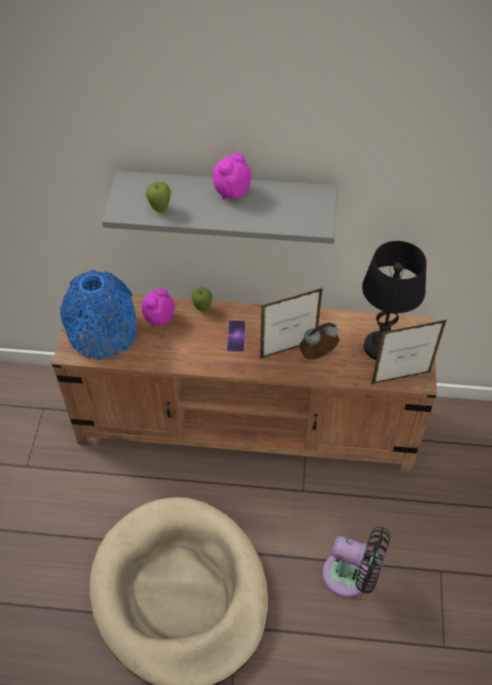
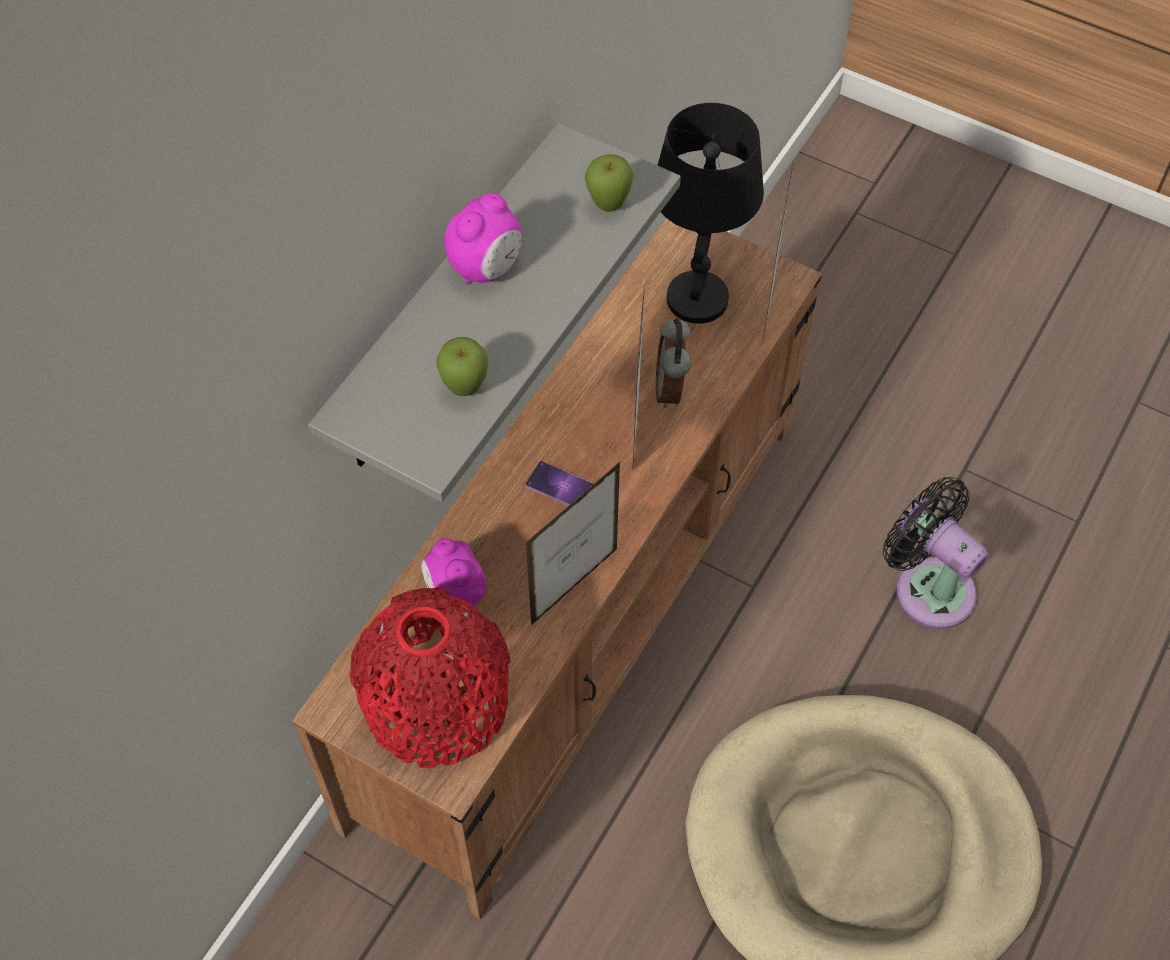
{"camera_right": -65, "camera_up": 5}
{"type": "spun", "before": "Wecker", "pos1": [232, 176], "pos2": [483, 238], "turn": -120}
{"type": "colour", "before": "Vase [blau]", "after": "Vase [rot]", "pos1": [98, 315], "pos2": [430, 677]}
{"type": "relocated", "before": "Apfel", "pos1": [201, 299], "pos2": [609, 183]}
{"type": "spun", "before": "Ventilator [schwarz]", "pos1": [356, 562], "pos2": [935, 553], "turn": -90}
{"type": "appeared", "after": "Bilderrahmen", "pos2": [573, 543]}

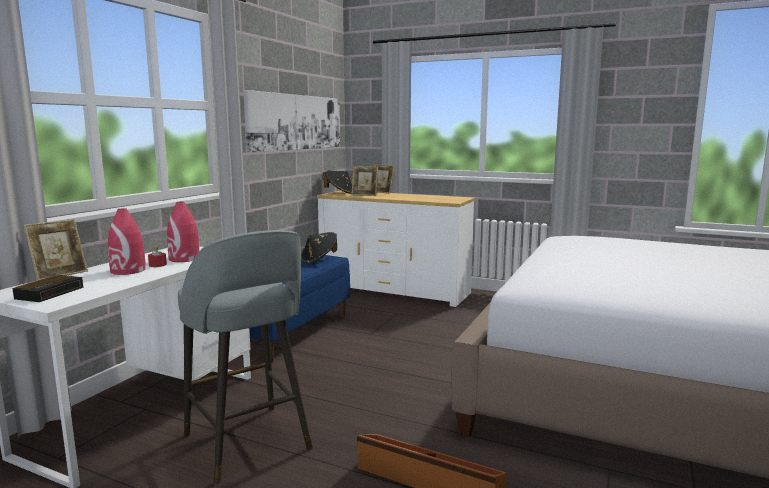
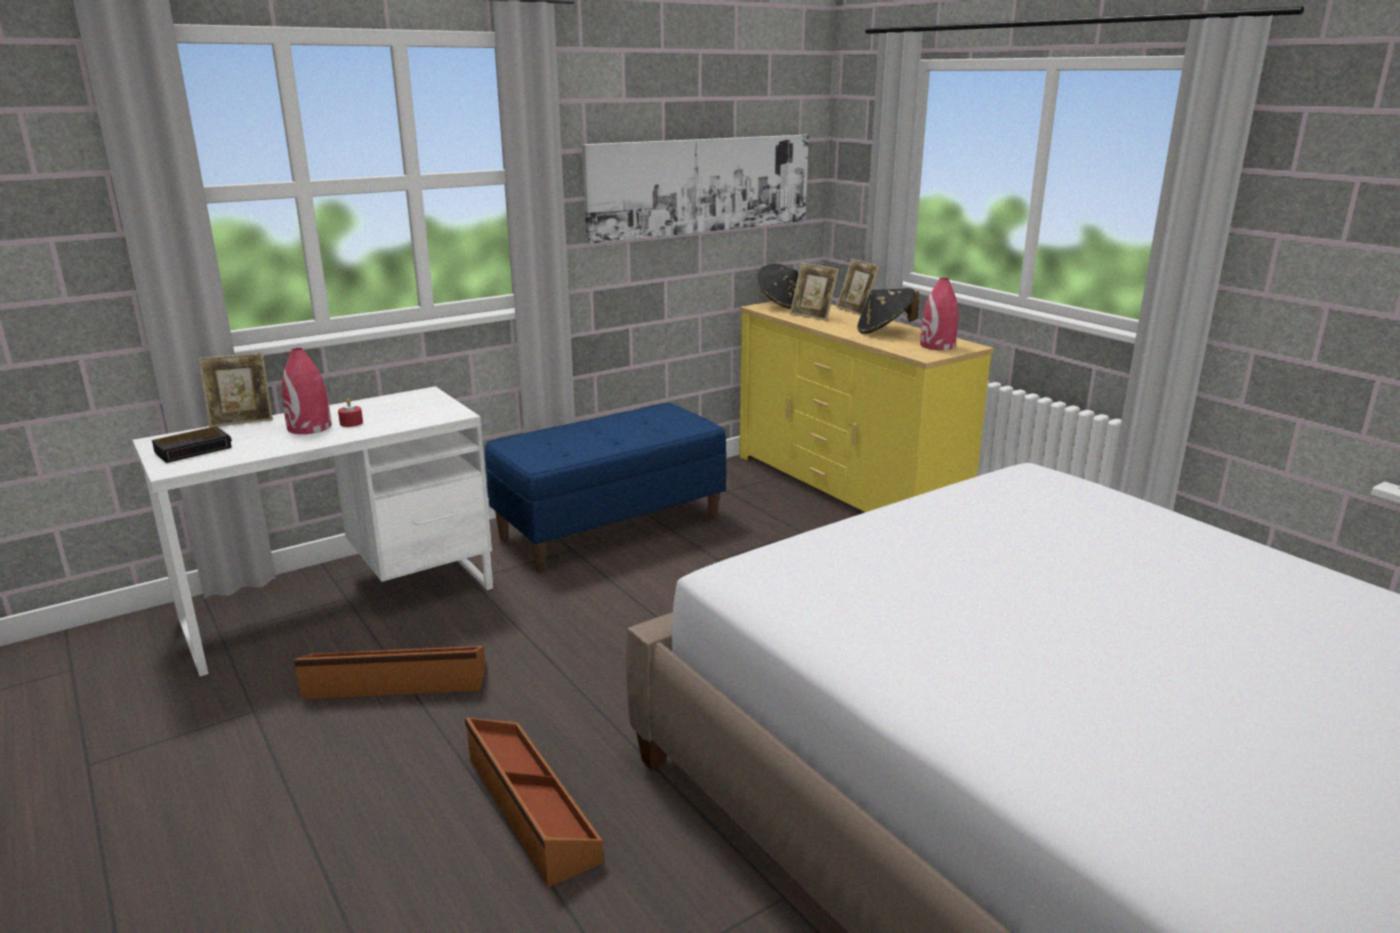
{"camera_right": 30, "camera_up": 10}
{"type": "colour", "before": "Kommode [weiß]", "after": "Kommode [gelb]", "pos1": [396, 248], "pos2": [866, 407]}
{"type": "relocated", "before": "Vase [rot]", "pos1": [183, 232], "pos2": [939, 314]}
{"type": "exchanged", "before": "Hocker [grau]", "after": "Aufbewahrungsbox [braun]", "pos1": [245, 357], "pos2": [390, 672]}
{"type": "relocated", "before": "Hut [schwarz]", "pos1": [319, 248], "pos2": [888, 311]}

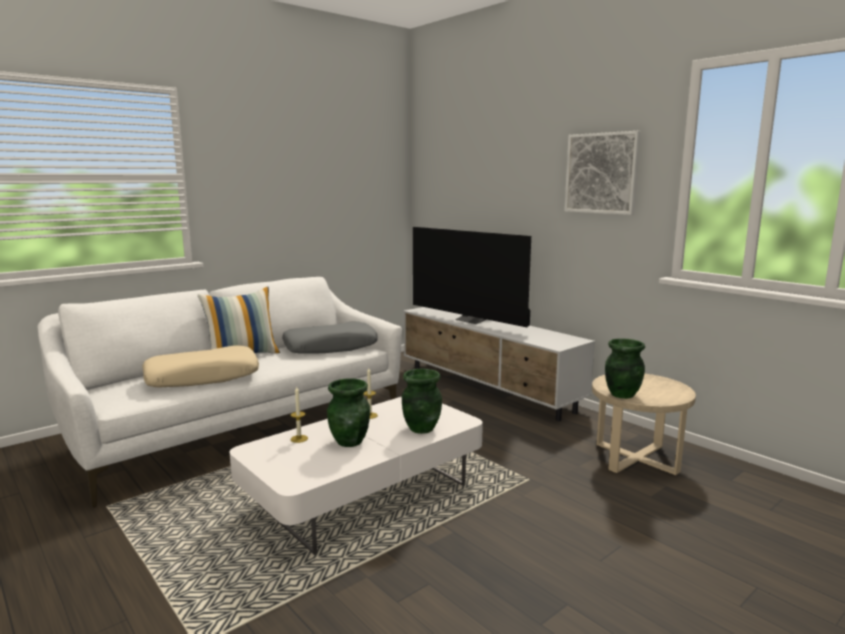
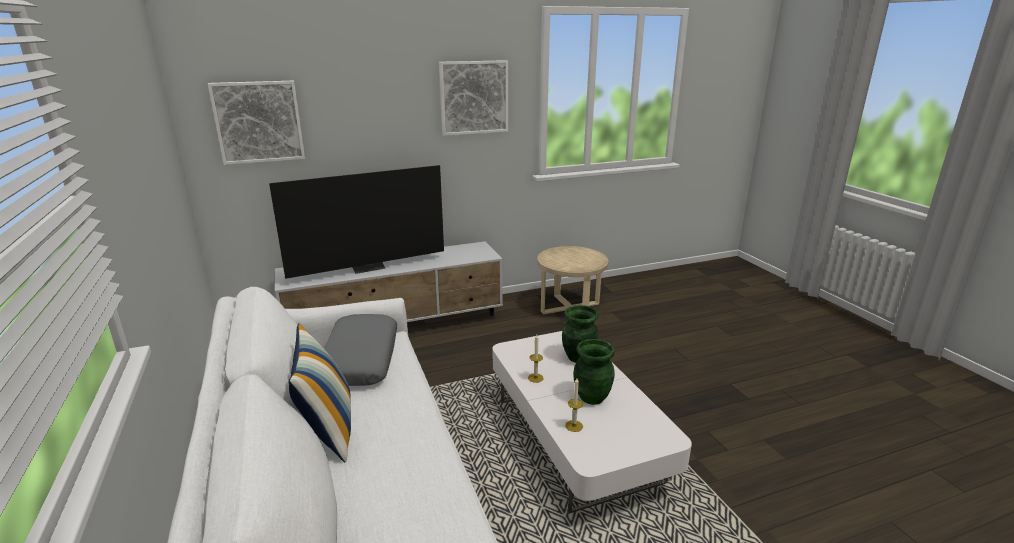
{"camera_right": -70, "camera_up": 10}
{"type": "missing", "before": "Vase [grün]", "pos1": [625, 368]}
{"type": "missing", "before": "Kissen [beige]", "pos1": [200, 366]}
{"type": "appeared", "after": "Bild", "pos2": [256, 123]}

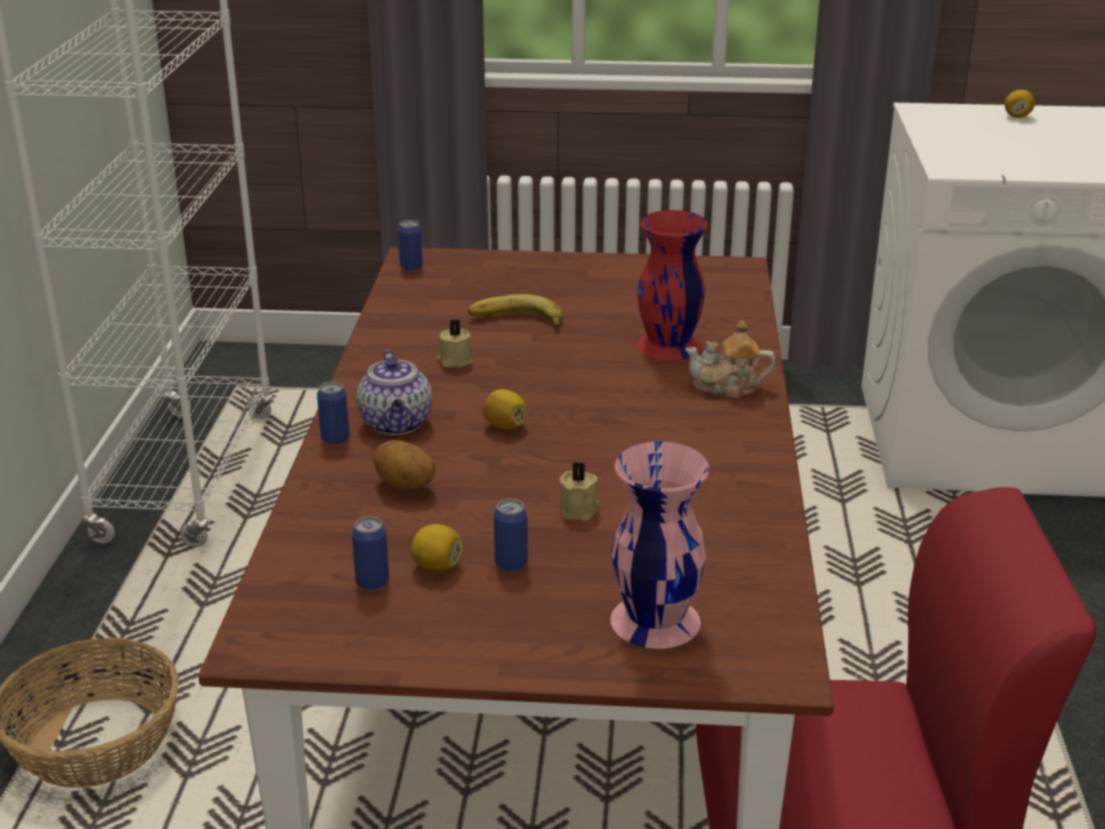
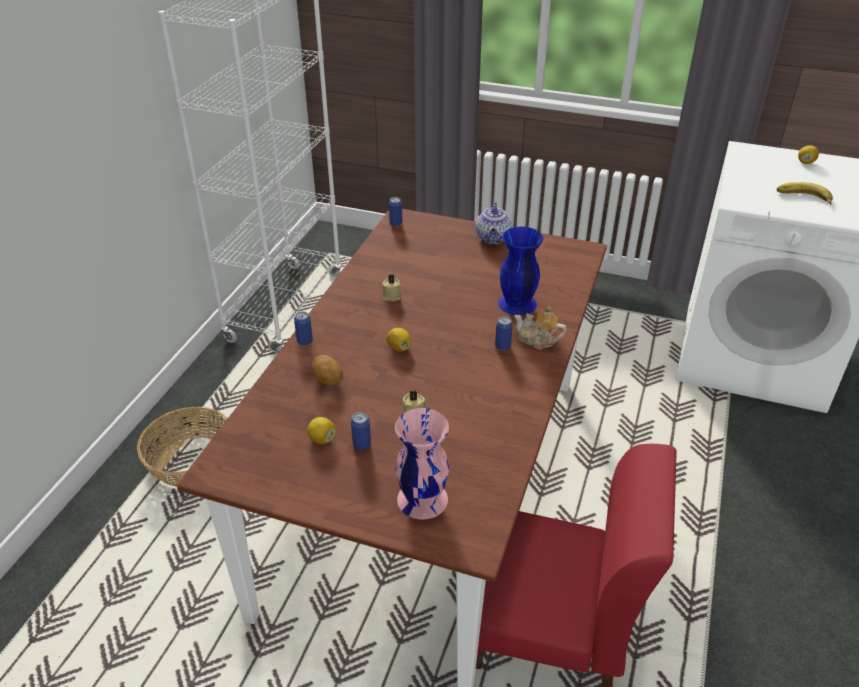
{"camera_right": 15, "camera_up": 10}
{"type": "colour", "before": "Vase [rot]", "after": "Vase [blau]", "pos1": [672, 285], "pos2": [520, 271]}
{"type": "relocated", "before": "Banane", "pos1": [515, 311], "pos2": [805, 193]}
{"type": "relocated", "before": "Teekanne", "pos1": [394, 392], "pos2": [494, 223]}
{"type": "relocated", "before": "Dose", "pos1": [370, 553], "pos2": [504, 333]}

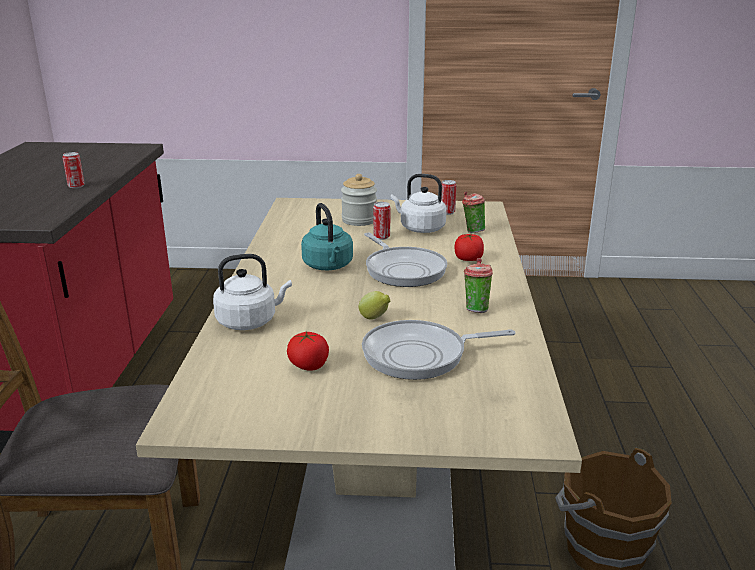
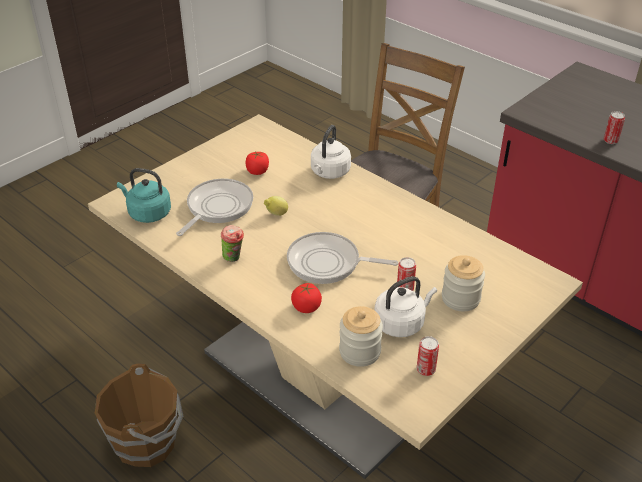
{"camera_right": 130, "camera_up": 15}
{"type": "exchanged", "before": "Tasse", "after": "Vorratsglas", "pos1": [473, 212], "pos2": [361, 336]}
{"type": "relocated", "before": "Wasserkessel [türkis]", "pos1": [327, 236], "pos2": [144, 195]}

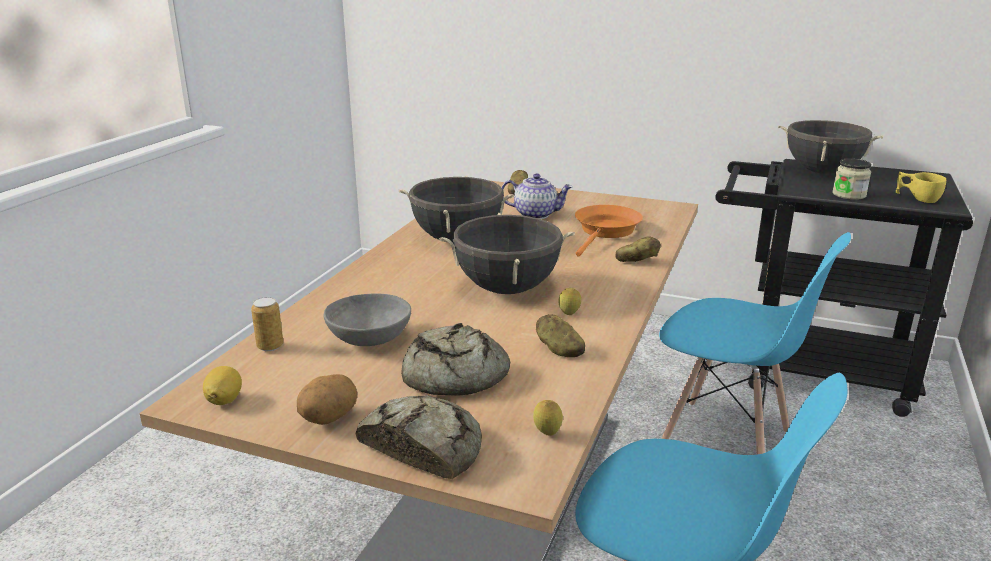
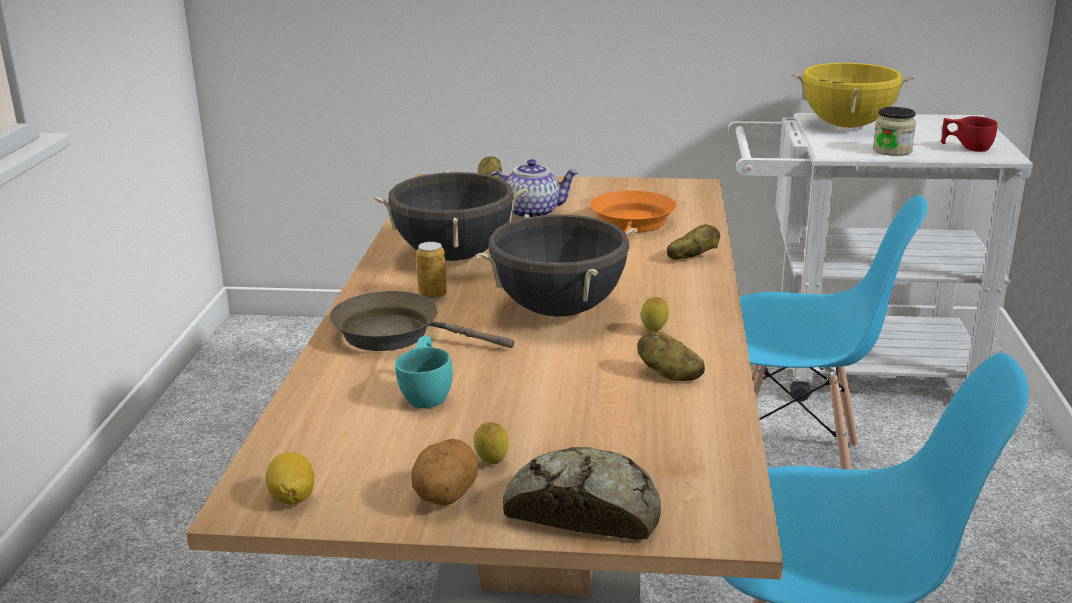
{"camera_right": -15, "camera_up": 0}
{"type": "colour", "before": "Kochtopf [schwarz]", "after": "Kochtopf [gelb]", "pos1": [830, 147], "pos2": [853, 95]}
{"type": "colour", "before": "Rollwagen [schwarz]", "after": "Rollwagen [weiß]", "pos1": [844, 288], "pos2": [880, 257]}
{"type": "colour", "before": "Tasse [gelb]", "after": "Tasse [rot]", "pos1": [921, 187], "pos2": [969, 134]}
{"type": "exchanged", "before": "Schüssel [grau]", "after": "Tasse [türkis]", "pos1": [367, 319], "pos2": [424, 371]}
{"type": "relocated", "before": "Dose", "pos1": [267, 324], "pos2": [431, 271]}
{"type": "missing", "before": "Brot", "pos1": [455, 359]}
{"type": "relocated", "before": "Zitrone", "pos1": [548, 418], "pos2": [491, 443]}
{"type": "appeared", "after": "Pfanne [braun]", "pos2": [422, 321]}

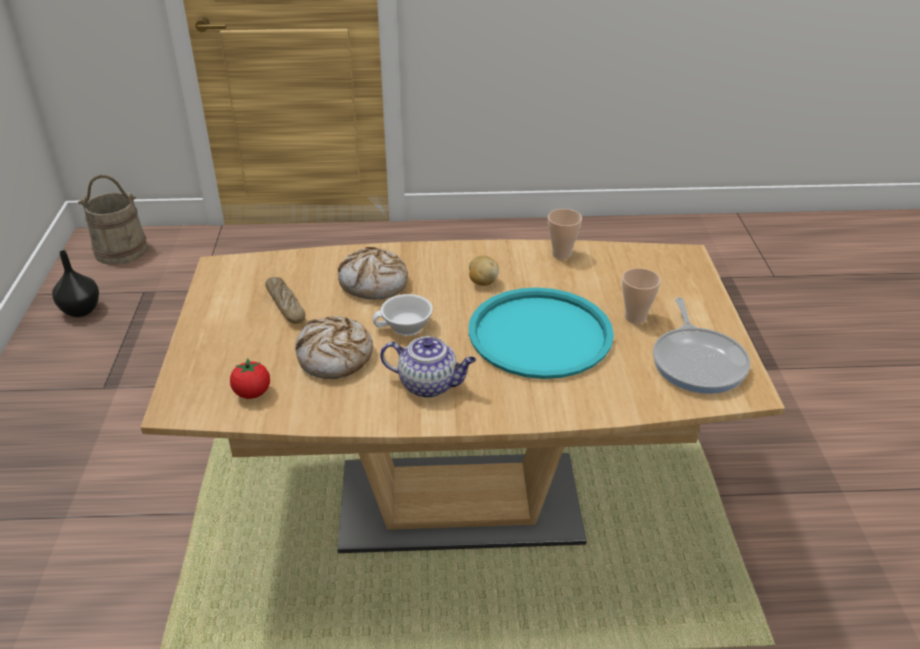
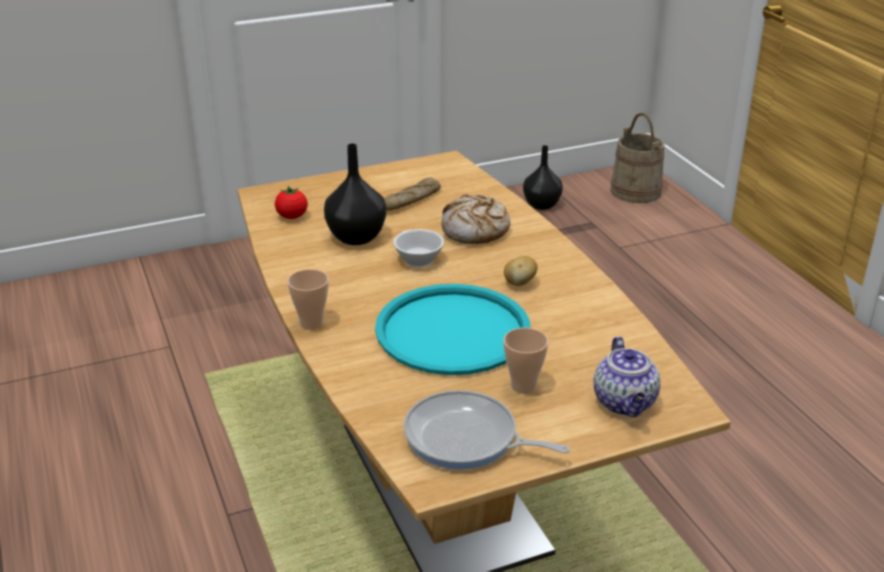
{"camera_right": 70, "camera_up": -5}
{"type": "relocated", "before": "Tasse", "pos1": [565, 234], "pos2": [308, 299]}
{"type": "spun", "before": "Pfanne", "pos1": [701, 345], "pos2": [487, 430], "turn": 45}
{"type": "exchanged", "before": "Brot", "after": "Vase [schwarz]", "pos1": [334, 347], "pos2": [355, 194]}
{"type": "relocated", "before": "Teekanne", "pos1": [428, 367], "pos2": [627, 376]}

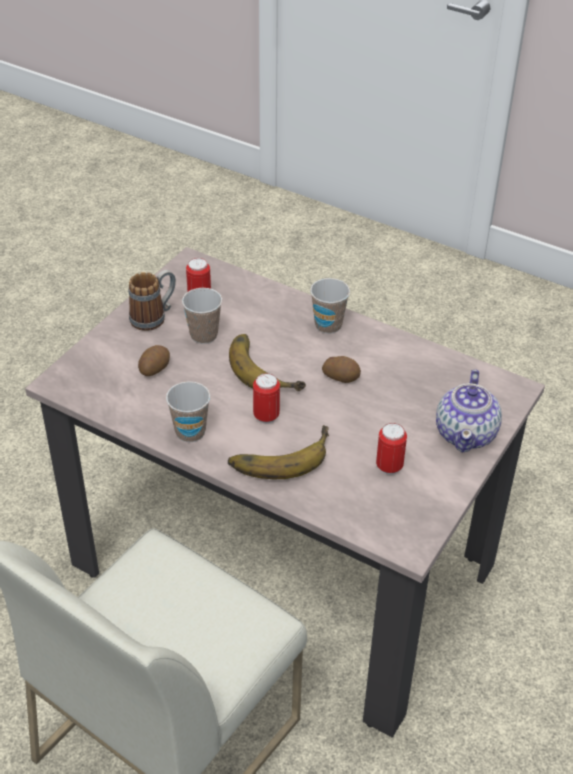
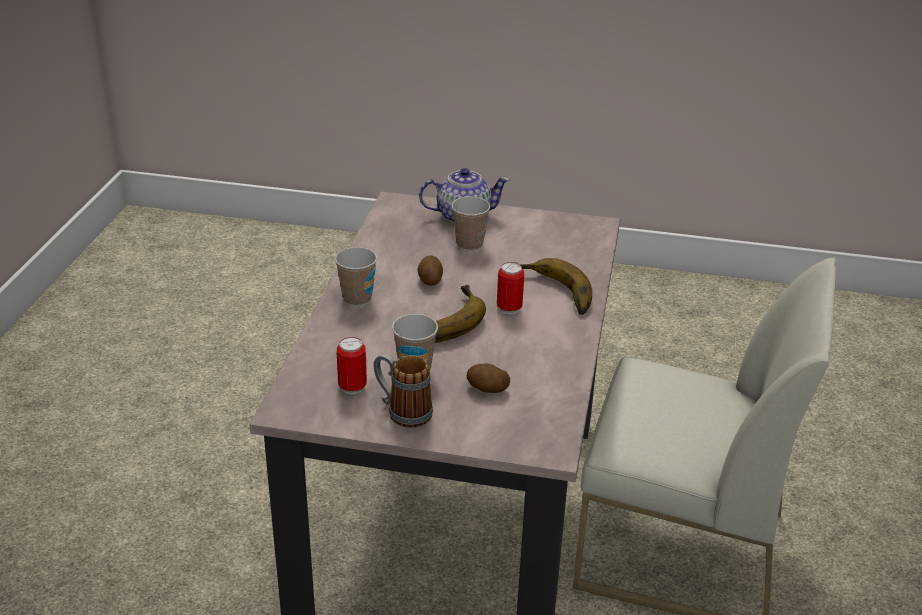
{"camera_right": -110, "camera_up": -10}
{"type": "relocated", "before": "Tasse", "pos1": [188, 411], "pos2": [471, 224]}
{"type": "missing", "before": "Dose", "pos1": [391, 449]}

